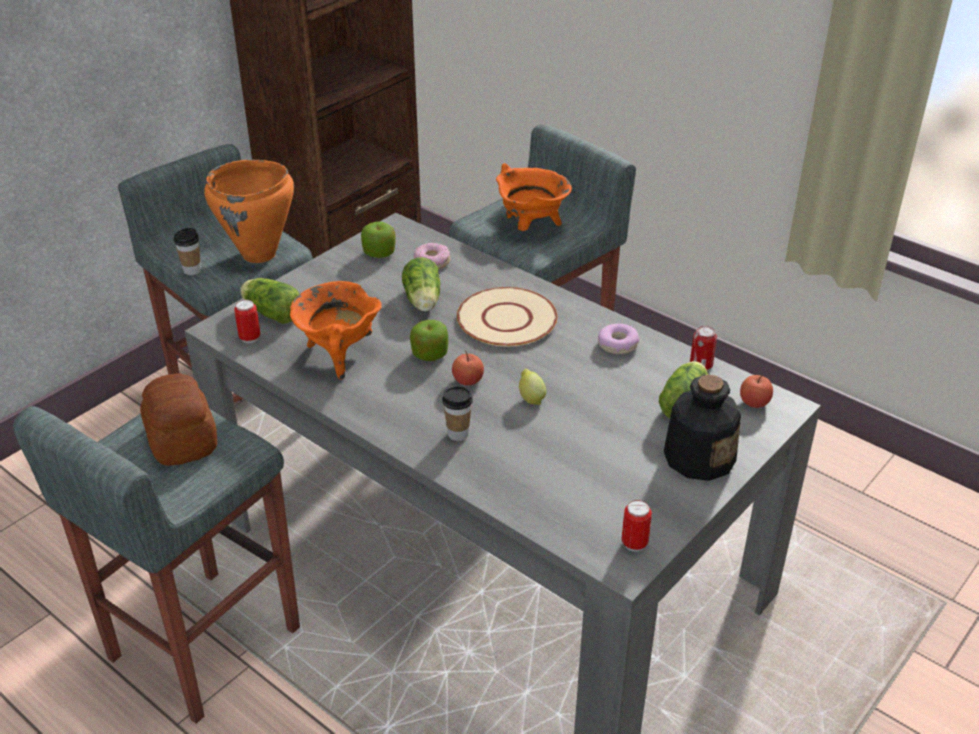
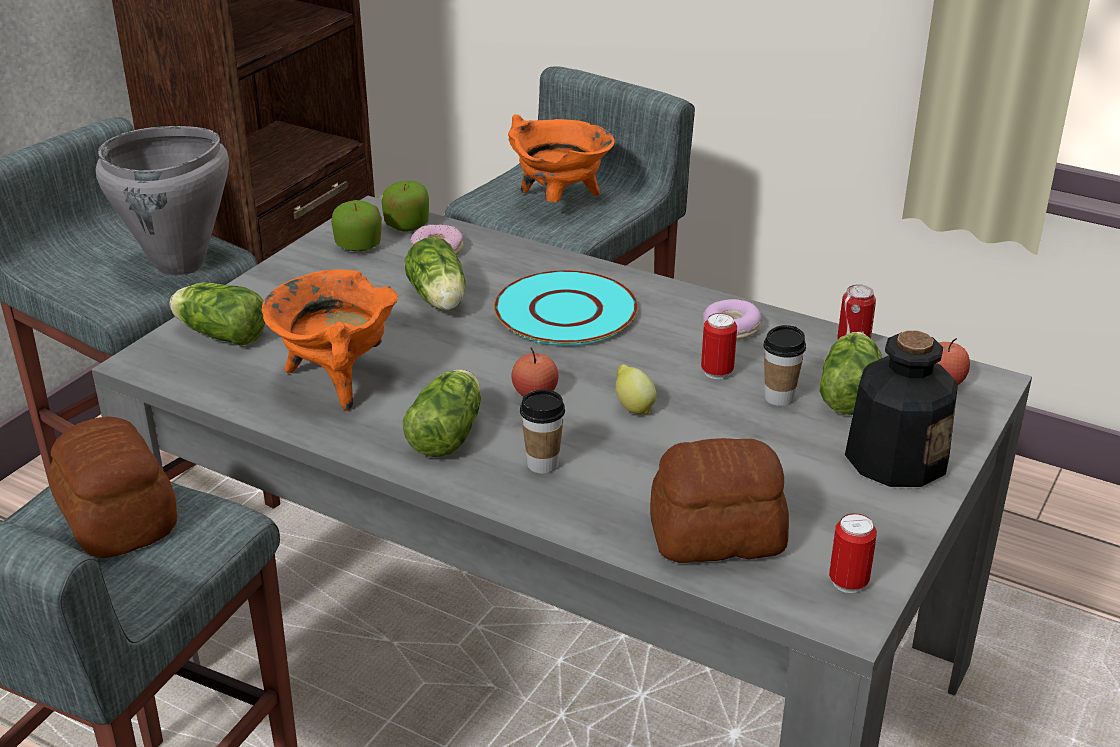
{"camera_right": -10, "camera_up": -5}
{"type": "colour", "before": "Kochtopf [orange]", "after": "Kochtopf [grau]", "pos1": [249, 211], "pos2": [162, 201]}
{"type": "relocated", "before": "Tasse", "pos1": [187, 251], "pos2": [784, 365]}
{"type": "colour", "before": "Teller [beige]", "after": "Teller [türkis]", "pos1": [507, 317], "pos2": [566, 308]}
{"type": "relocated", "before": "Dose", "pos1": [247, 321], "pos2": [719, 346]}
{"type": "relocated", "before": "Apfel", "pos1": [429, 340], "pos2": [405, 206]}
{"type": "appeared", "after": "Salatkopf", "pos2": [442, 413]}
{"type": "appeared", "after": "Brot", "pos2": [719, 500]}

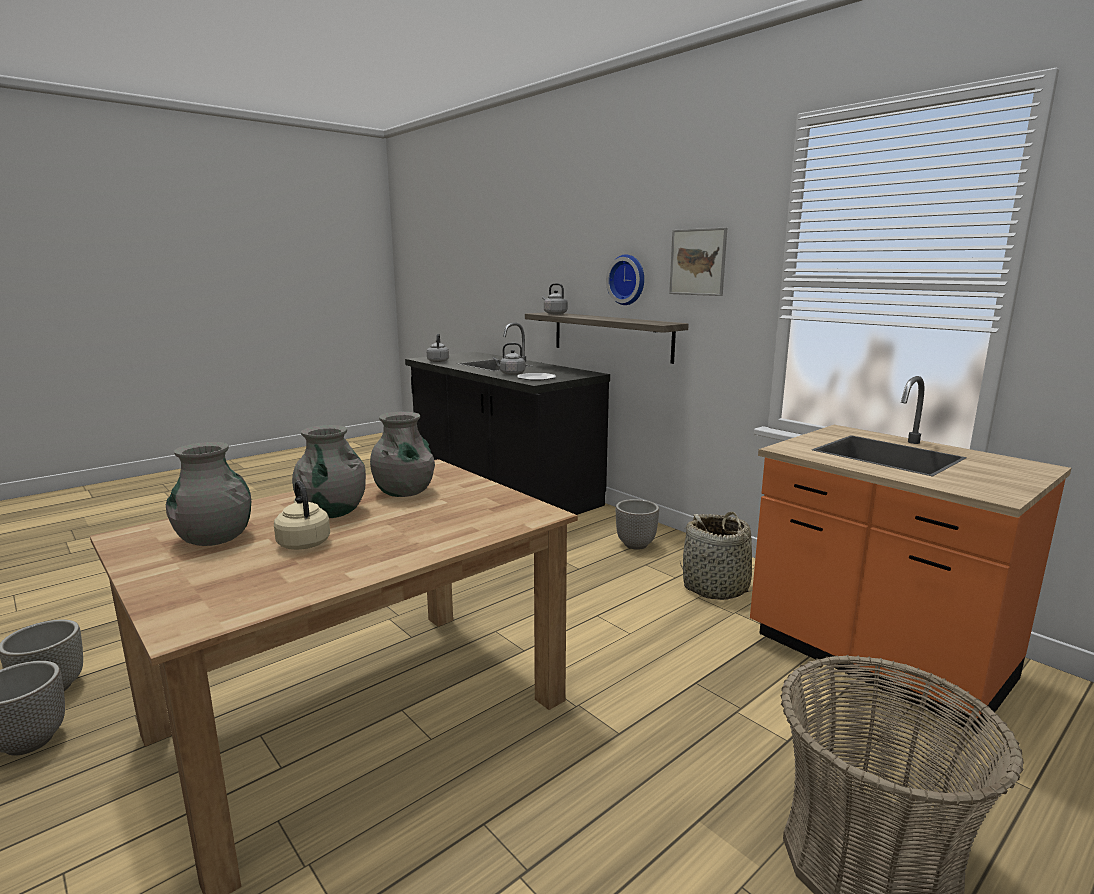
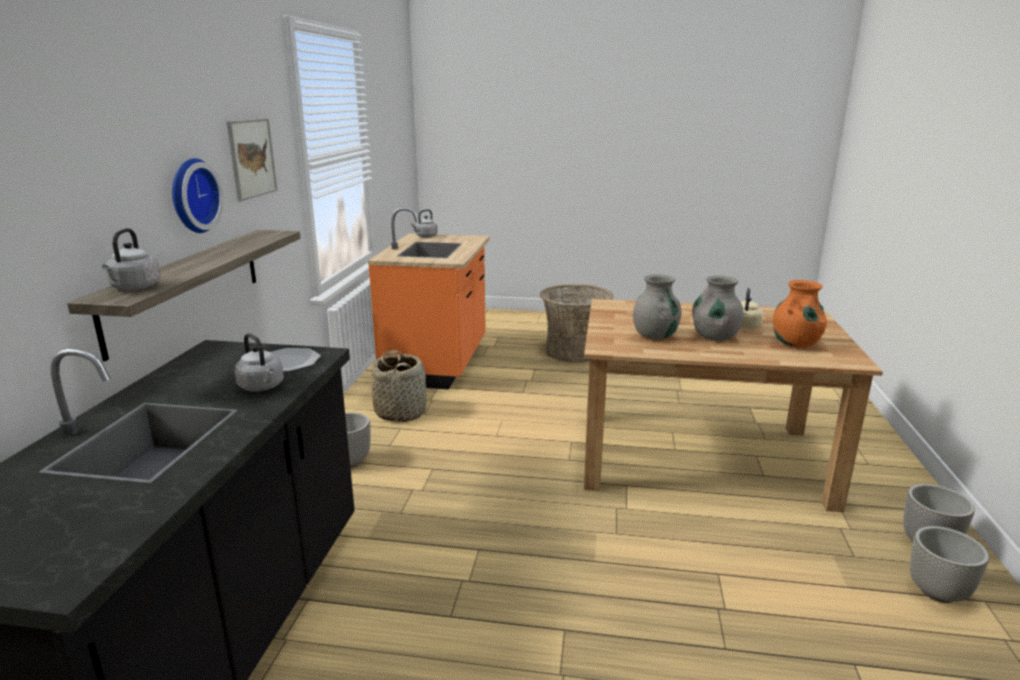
{"camera_right": -130, "camera_up": 5}
{"type": "relocated", "before": "Wasserkessel [grau]", "pos1": [438, 348], "pos2": [424, 223]}
{"type": "colour", "before": "Vase [grau]", "after": "Vase [orange]", "pos1": [208, 494], "pos2": [800, 313]}

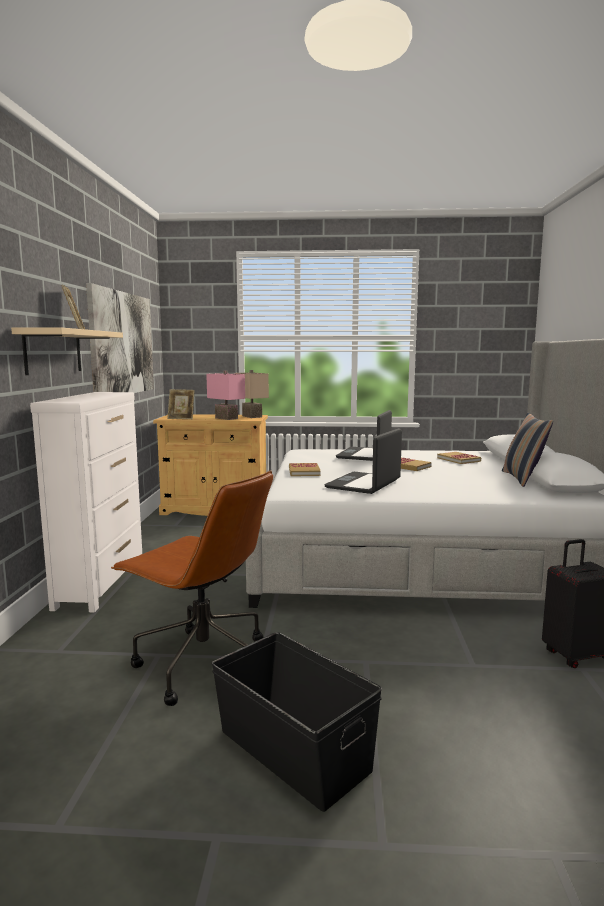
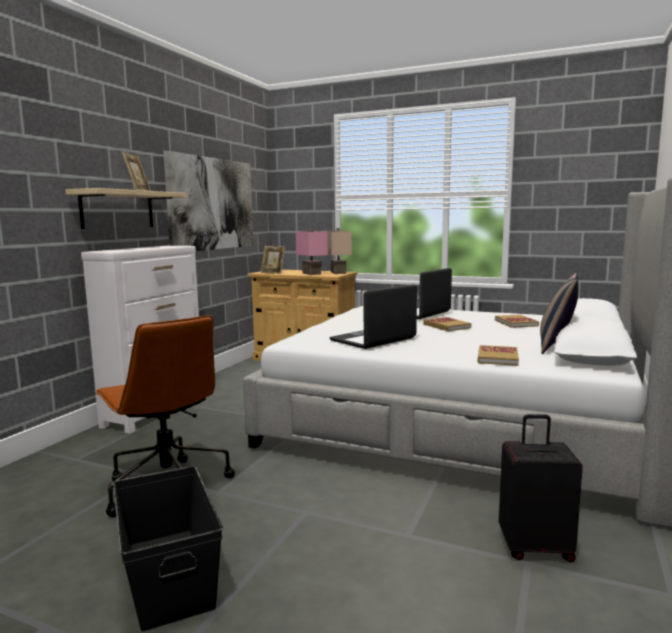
{"camera_right": 20, "camera_up": 0}
{"type": "relocated", "before": "Buch", "pos1": [305, 469], "pos2": [498, 355]}

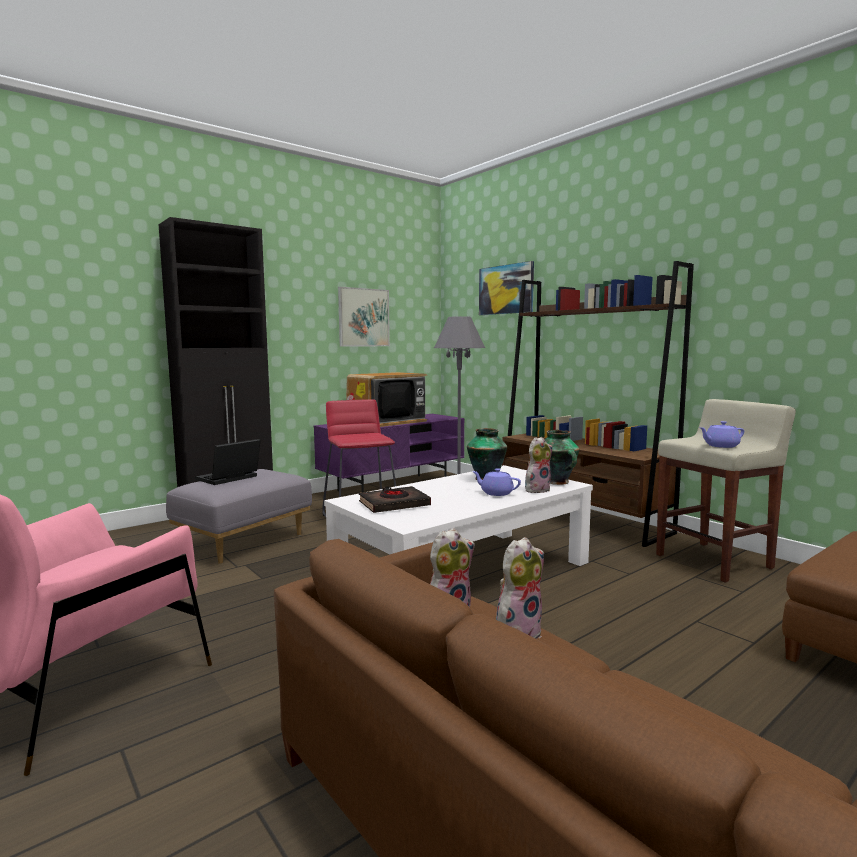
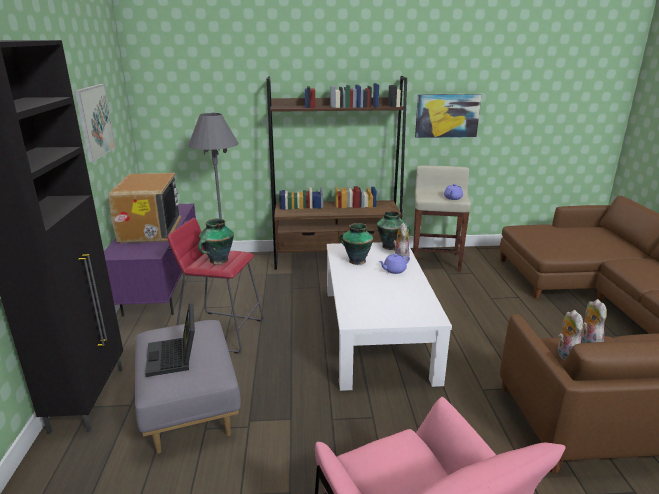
{"camera_right": -55, "camera_up": 15}
{"type": "relocated", "before": "Bild", "pos1": [506, 288], "pos2": [448, 116]}
{"type": "missing", "before": "Buch [schwarz]", "pos1": [395, 499]}
{"type": "appeared", "after": "Vase", "pos2": [216, 241]}

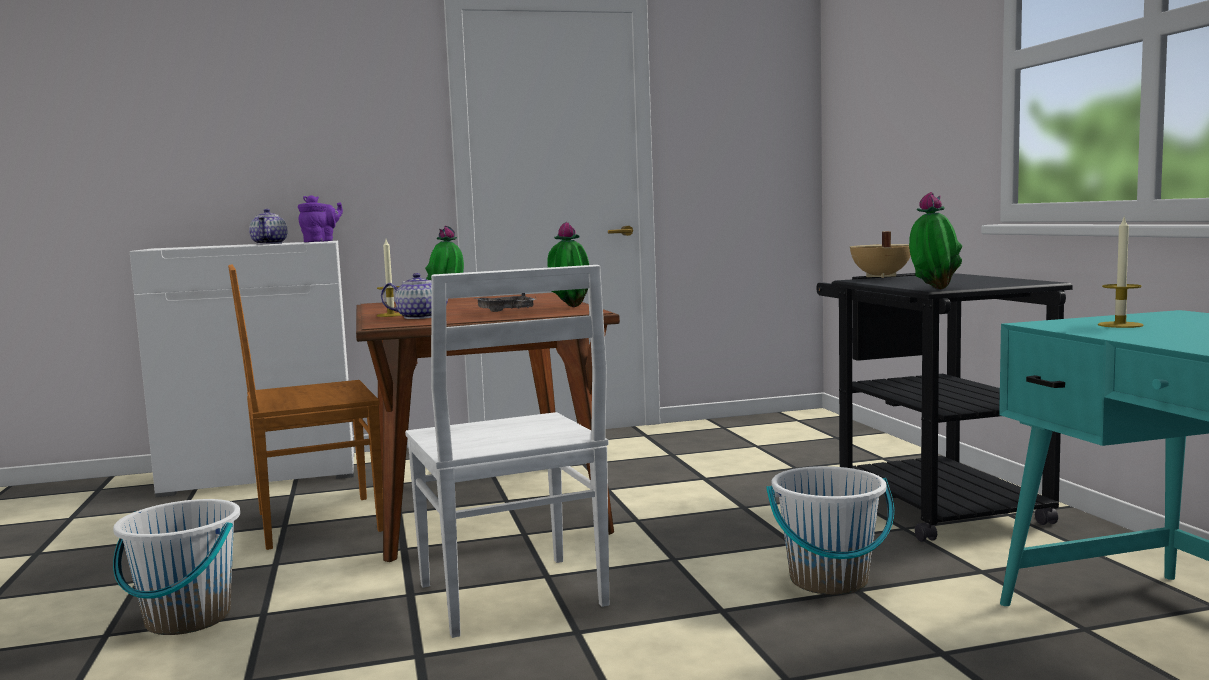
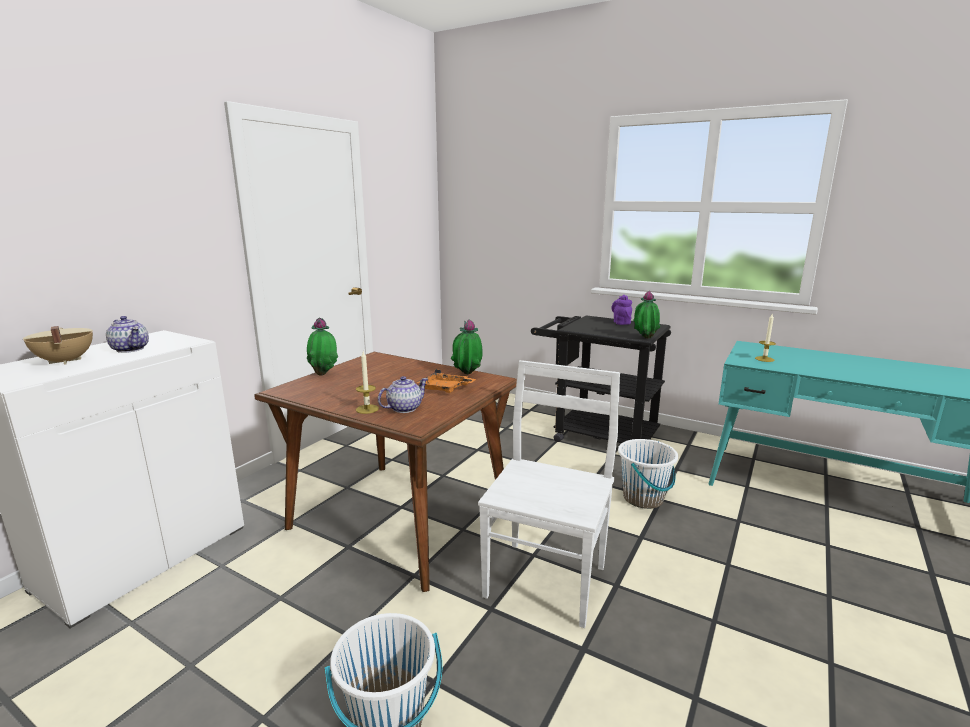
{"camera_right": -45, "camera_up": 10}
{"type": "relocated", "before": "Teekanne [lila]", "pos1": [320, 218], "pos2": [621, 310]}
{"type": "relocated", "before": "Kochtopf [beige]", "pos1": [880, 254], "pos2": [58, 345]}
{"type": "missing", "before": "Stuhl [braun]", "pos1": [305, 407]}
{"type": "spun", "before": "Stuhl [weiß]", "pos1": [507, 451], "pos2": [549, 494], "turn": -90}
{"type": "colour", "before": "Tablett [grau]", "after": "Tablett [orange]", "pos1": [505, 302], "pos2": [446, 381]}

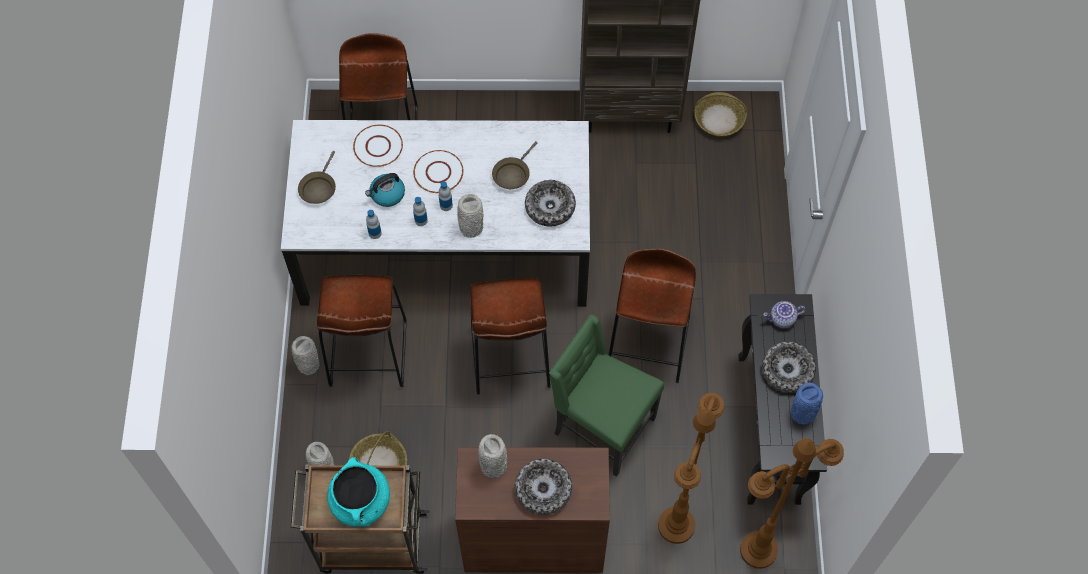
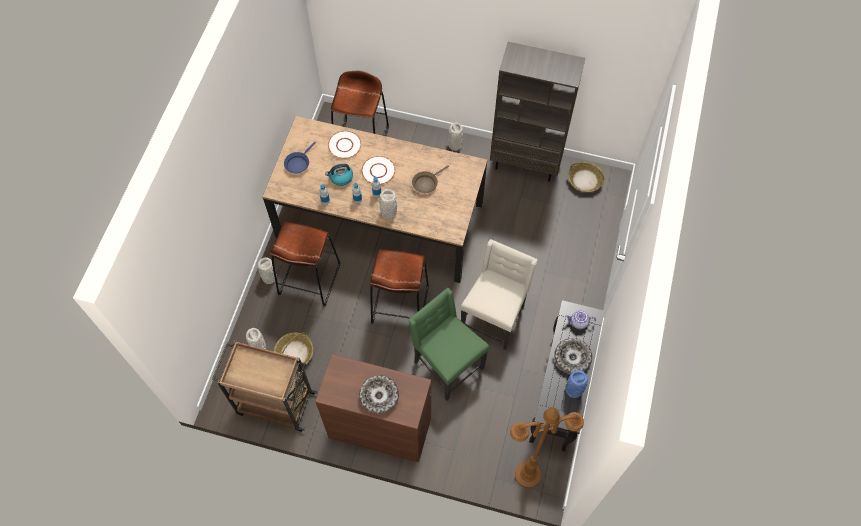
{"camera_right": 15, "camera_up": 0}
{"type": "colour", "before": "Esstisch [weiß]", "after": "Esstisch [braun]", "pos1": [435, 213], "pos2": [374, 199]}
{"type": "colour", "before": "Pfanne [braun]", "after": "Pfanne [blau]", "pos1": [317, 177], "pos2": [300, 157]}
{"type": "missing", "before": "Schüssel", "pos1": [550, 203]}
{"type": "exchanged", "before": "Hocker [braun]", "after": "Stuhl [beige]", "pos1": [652, 315], "pos2": [499, 294]}
{"type": "missing", "before": "Stehlampe [braun]", "pos1": [691, 468]}
{"type": "relocated", "before": "Vase [grau]", "pos1": [492, 456], "pos2": [455, 137]}
{"type": "missing", "before": "Kochtopf [türkis]", "pos1": [358, 492]}

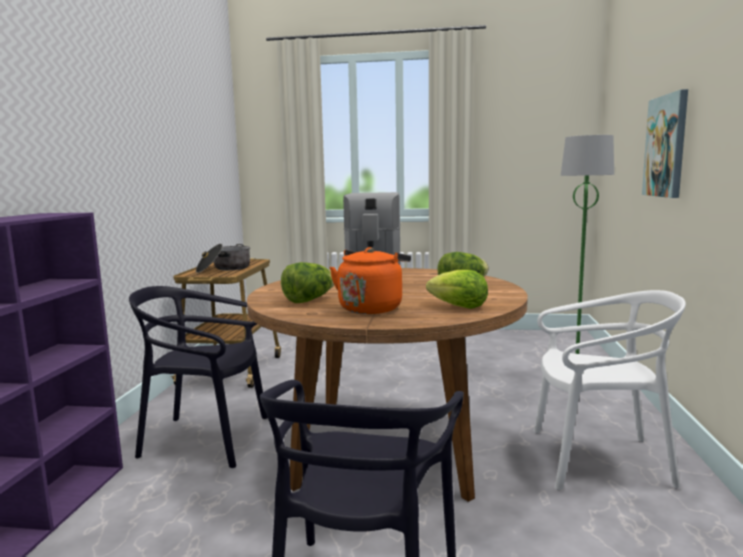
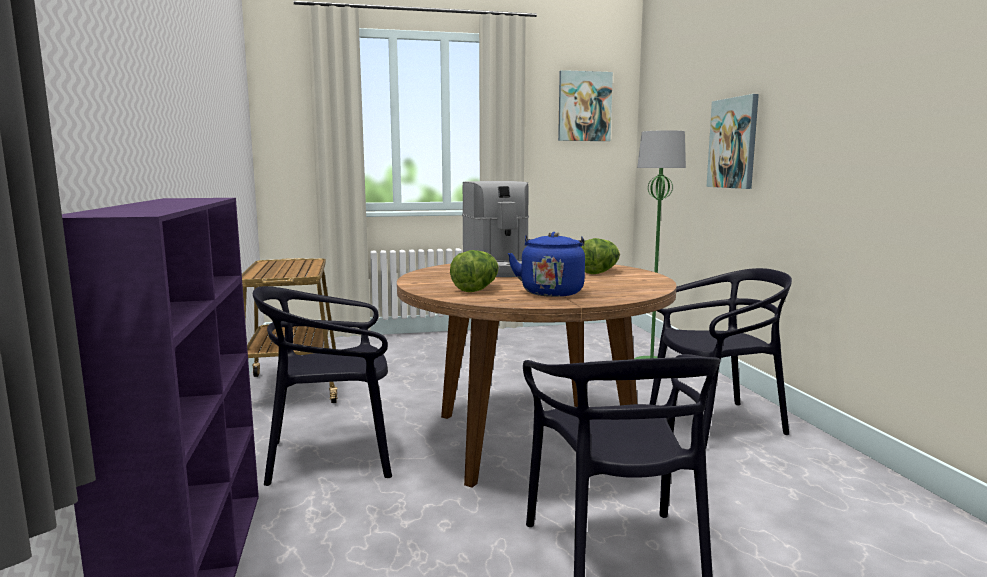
{"camera_right": -20, "camera_up": 0}
{"type": "missing", "before": "Kochtopf", "pos1": [223, 258]}
{"type": "colour", "before": "Wasserkessel [orange]", "after": "Wasserkessel [blau]", "pos1": [370, 280], "pos2": [546, 264]}
{"type": "missing", "before": "Salatkopf", "pos1": [457, 289]}
{"type": "colour", "before": "Stuhl [weiß]", "after": "Stuhl [schwarz]", "pos1": [609, 390], "pos2": [720, 357]}
{"type": "appeared", "after": "Bild", "pos2": [585, 105]}

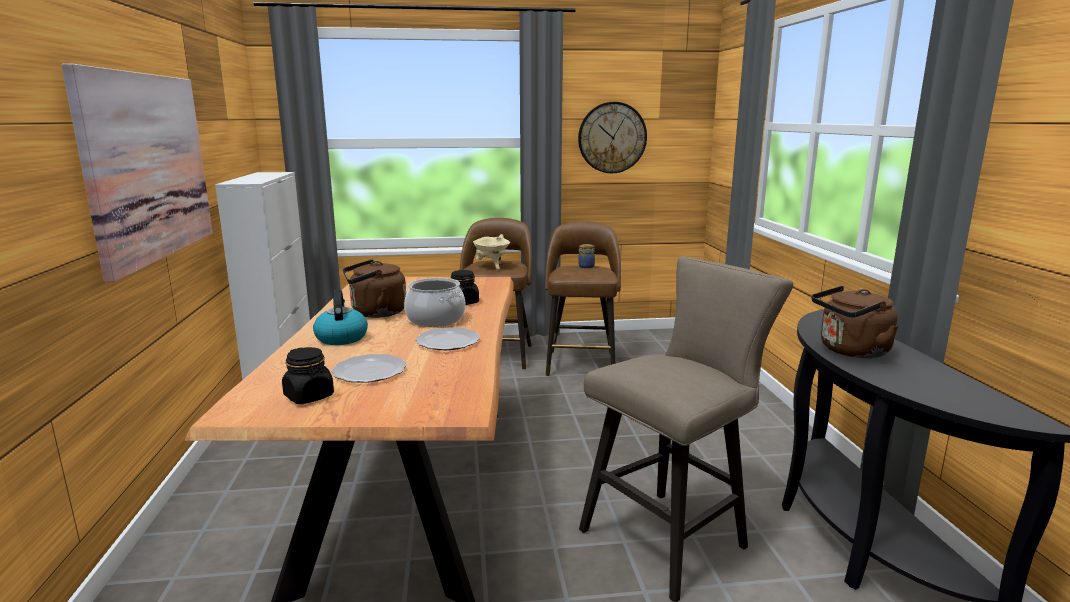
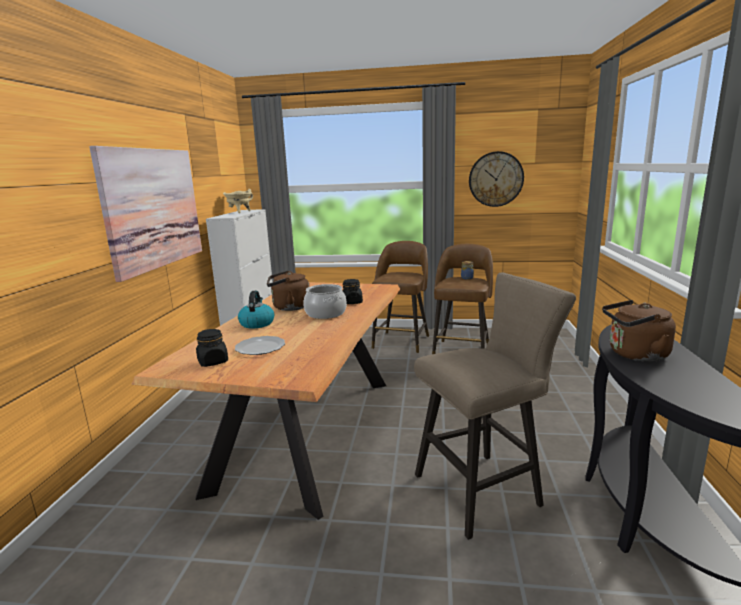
{"camera_right": 15, "camera_up": 0}
{"type": "relocated", "before": "Kochtopf [beige]", "pos1": [491, 252], "pos2": [238, 201]}
{"type": "missing", "before": "Teller", "pos1": [447, 338]}

